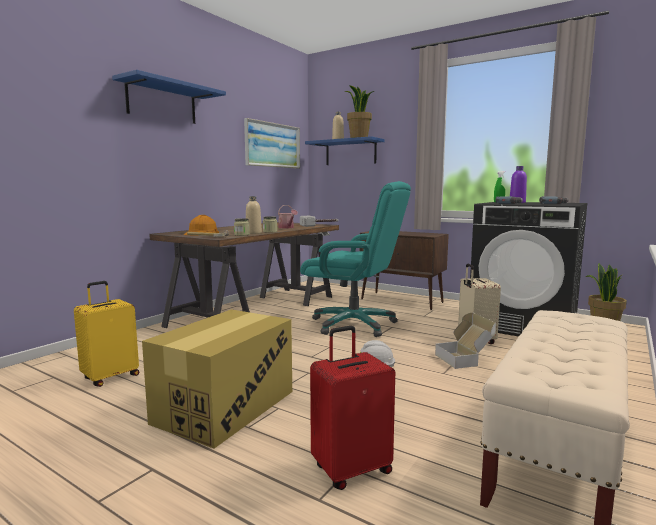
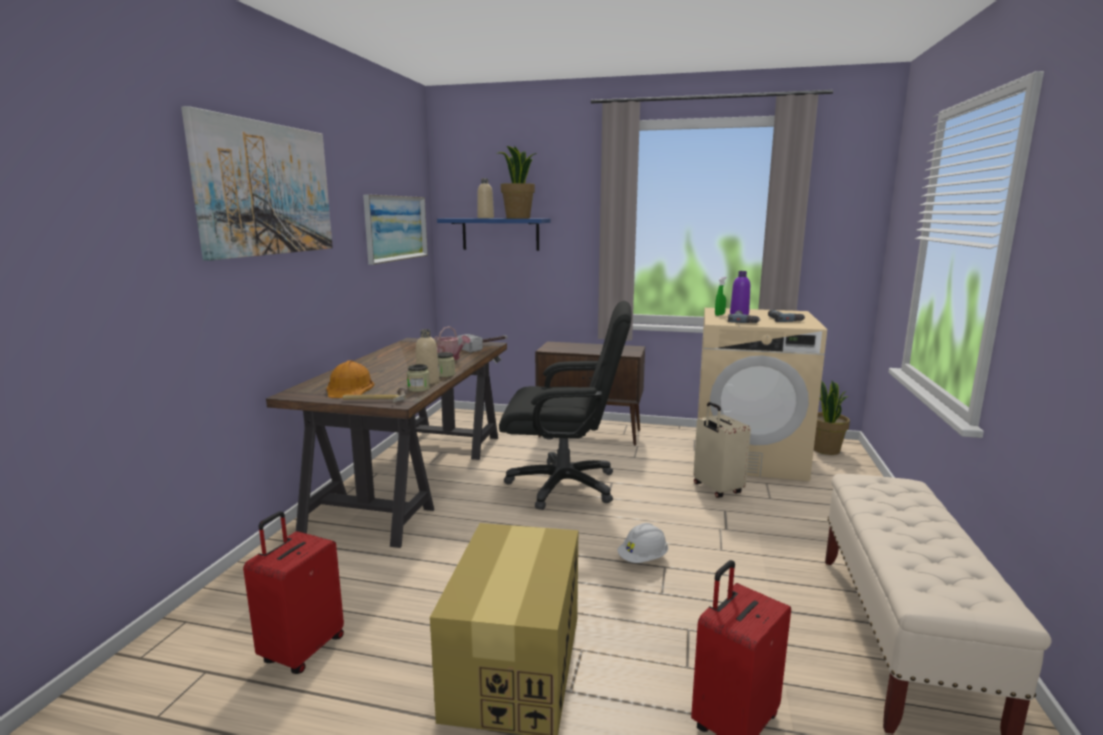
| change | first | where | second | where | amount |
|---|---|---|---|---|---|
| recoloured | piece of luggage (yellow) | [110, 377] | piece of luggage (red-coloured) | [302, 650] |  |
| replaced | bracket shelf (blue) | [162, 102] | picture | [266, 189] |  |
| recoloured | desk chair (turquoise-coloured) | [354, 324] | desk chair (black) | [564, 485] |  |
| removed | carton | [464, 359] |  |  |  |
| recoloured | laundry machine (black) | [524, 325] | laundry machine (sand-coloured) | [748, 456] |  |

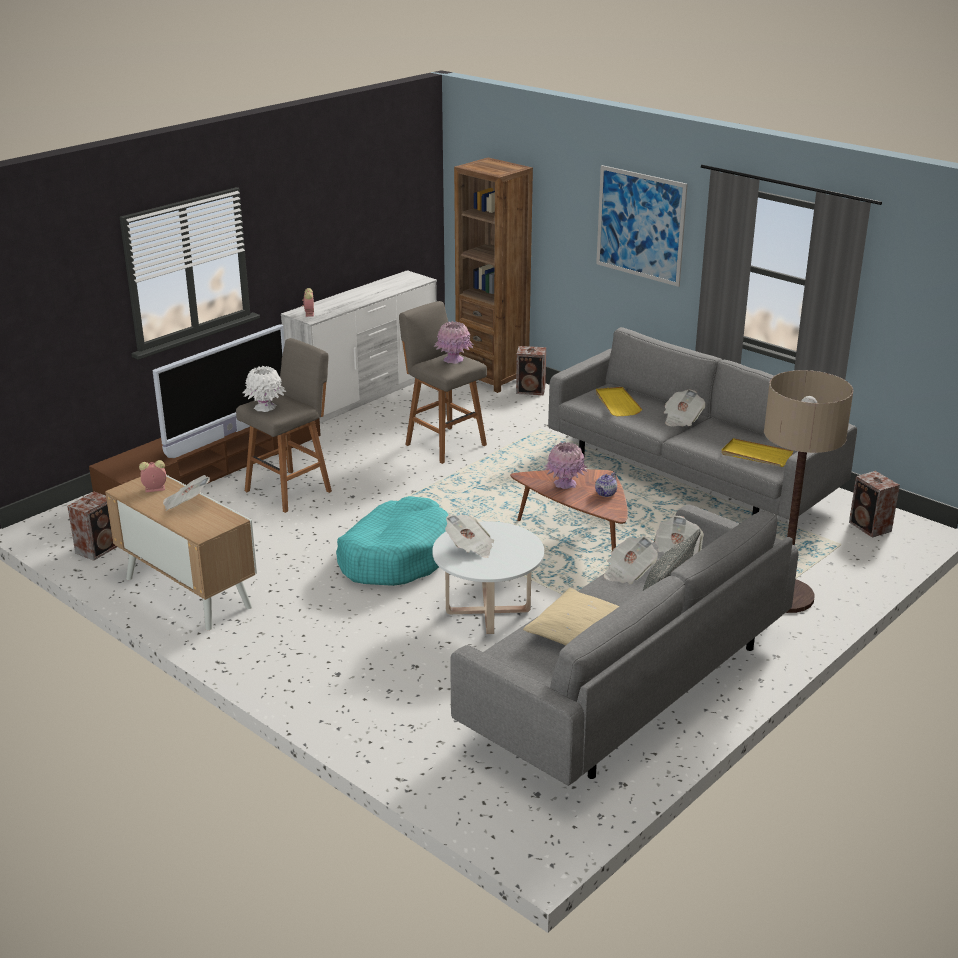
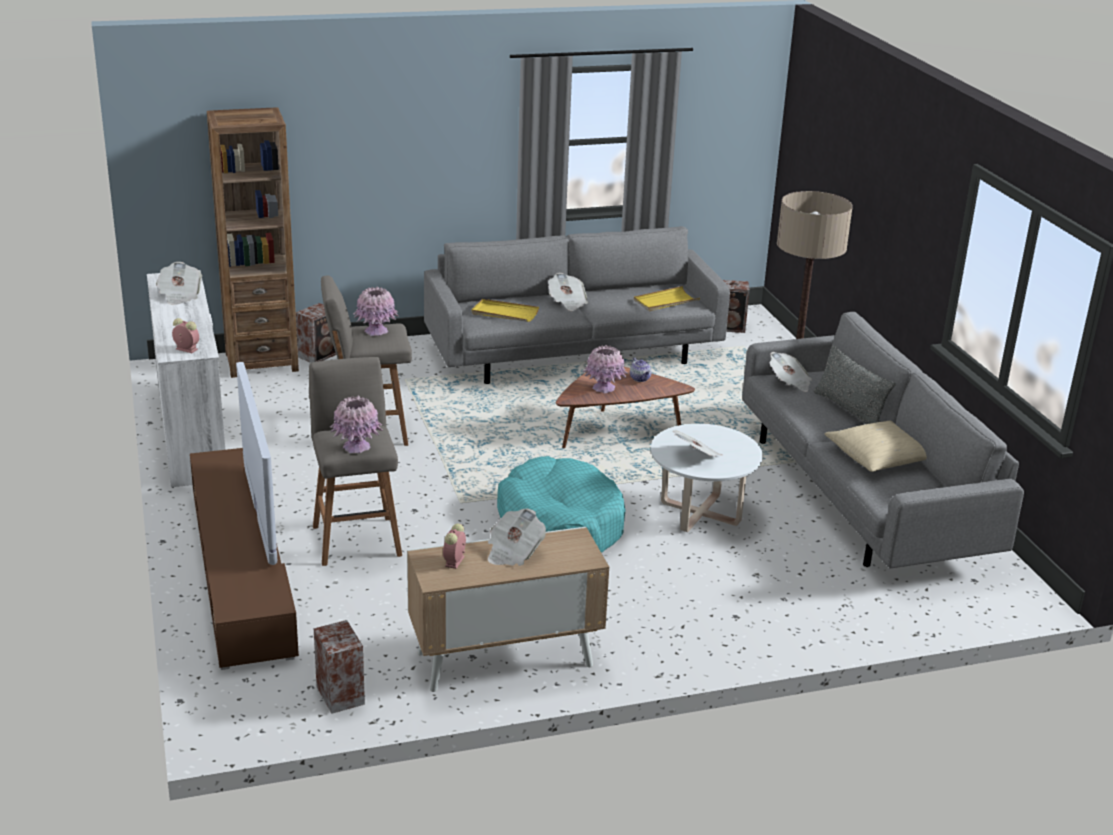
| change | first | where | second | where | amount |
|---|---|---|---|---|---|
| recoloured | decorative vase (white-coloured) | [265, 407] | decorative vase (pink-coloured) | [356, 446] |  |
| removed | picture | [640, 225] |  |  |  |
| moved | printed paper | [628, 572] |  | [180, 295] |  |

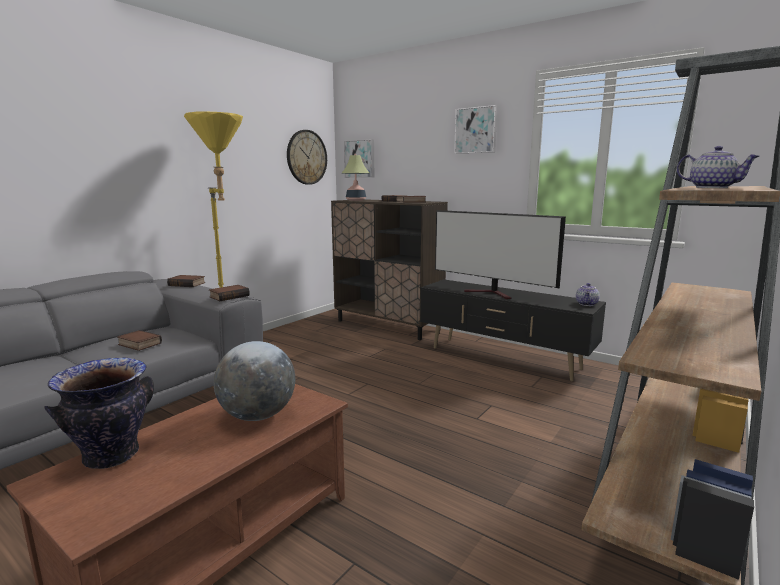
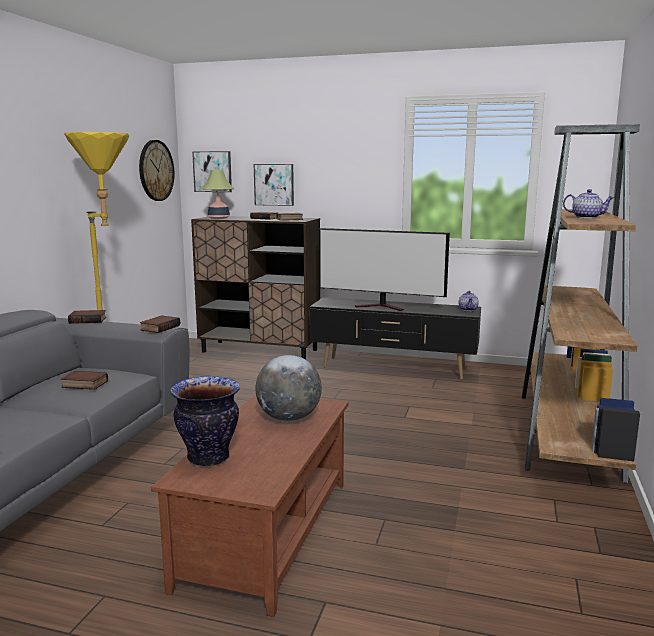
| change | first | where | second | where | amount |
|---|---|---|---|---|---|
| moved | picture | [476, 130] |  | [274, 184] |  |

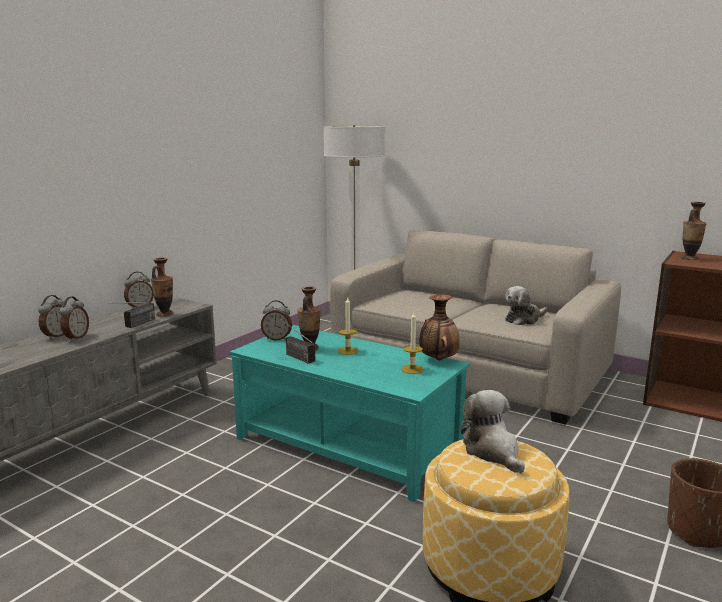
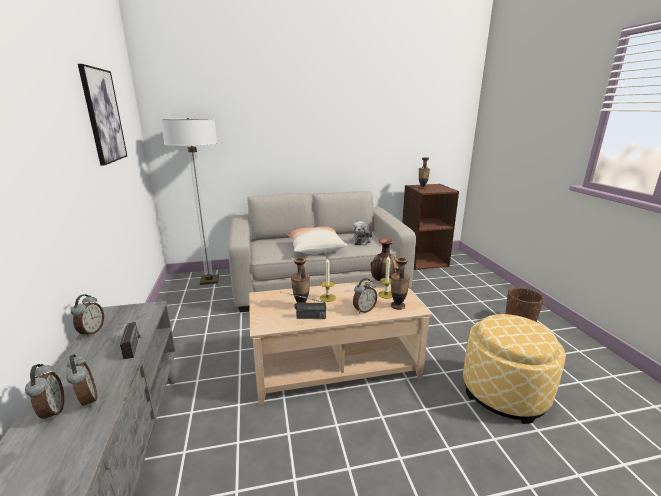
| change | first | where | second | where | amount |
|---|---|---|---|---|---|
| moved | decorative vase | [165, 314] |  | [398, 306] |  |
| recoloured | low table (turquoise-coloured) | [348, 444] | low table (sand-coloured) | [335, 363] |  |
| moved | alarm clock | [277, 339] |  | [364, 310] |  |
| removed | plush toy | [493, 451] |  |  |  |
| added |  |  | picture | [103, 116] |  |
| added |  |  | pillow | [315, 248] |  |

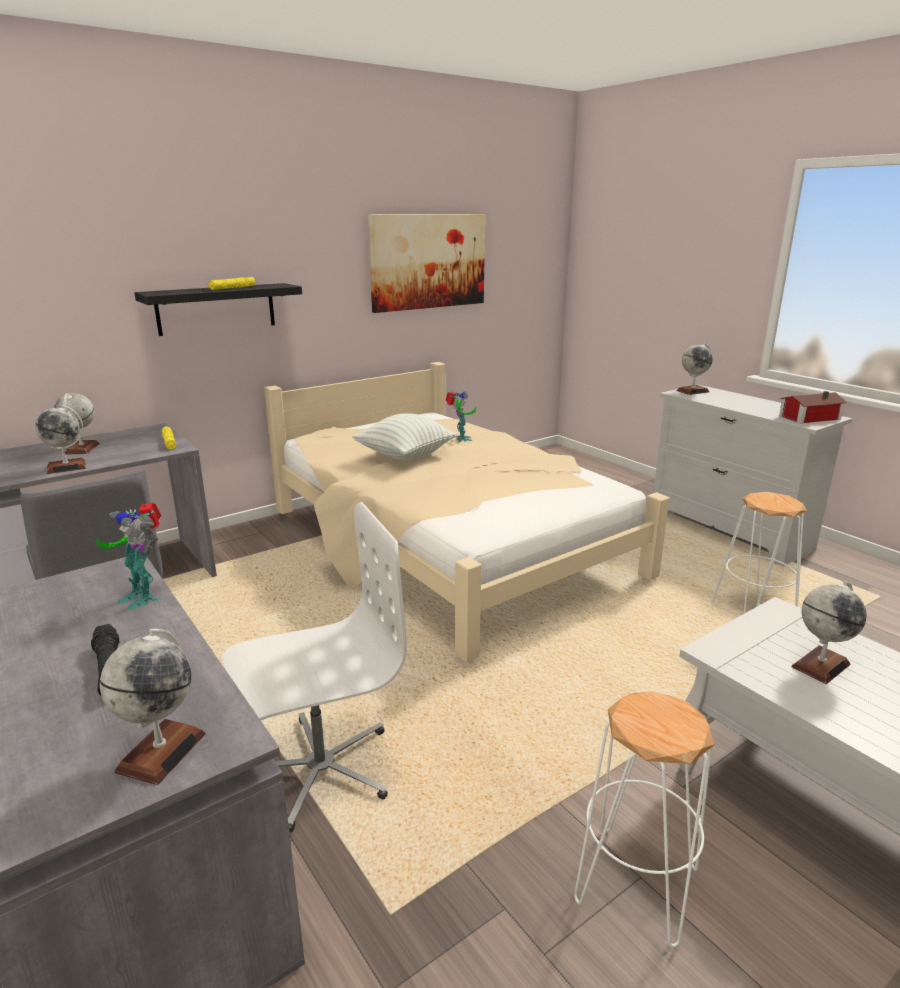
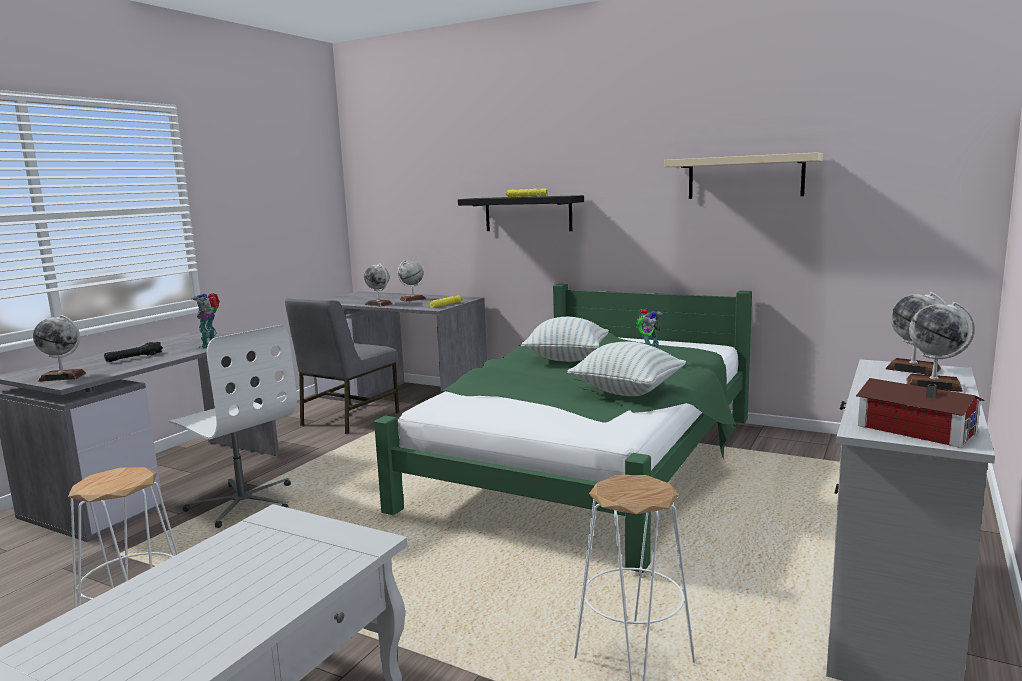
| change | first | where | second | where | amount |
|---|---|---|---|---|---|
| recoloured | bed (sand-coloured) | [448, 546] | bed (green) | [588, 465] |  |
| replaced | picture | [428, 261] | bracket shelf (sand-coloured) | [745, 177] |  |
| moved | desk globe | [820, 665] |  | [933, 385] |  |
| added |  |  | pillow | [627, 391] |  |

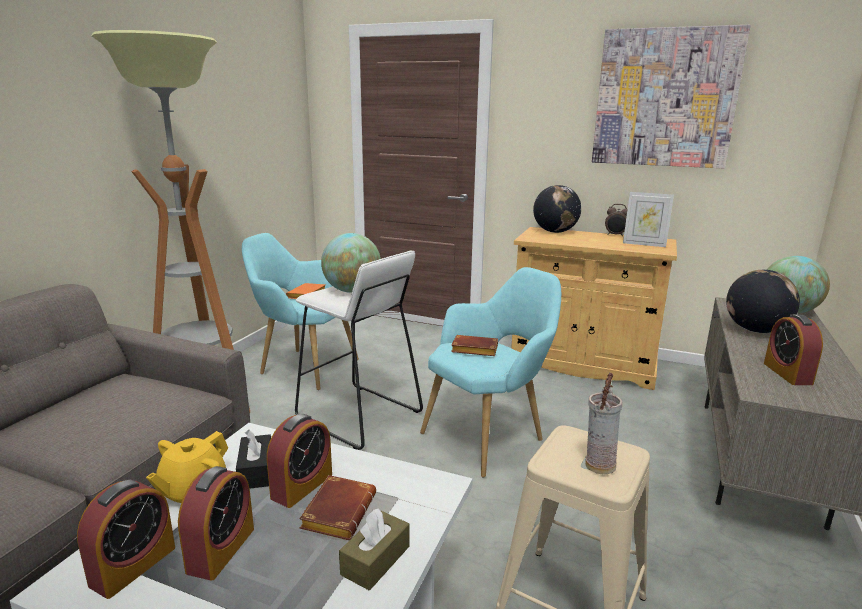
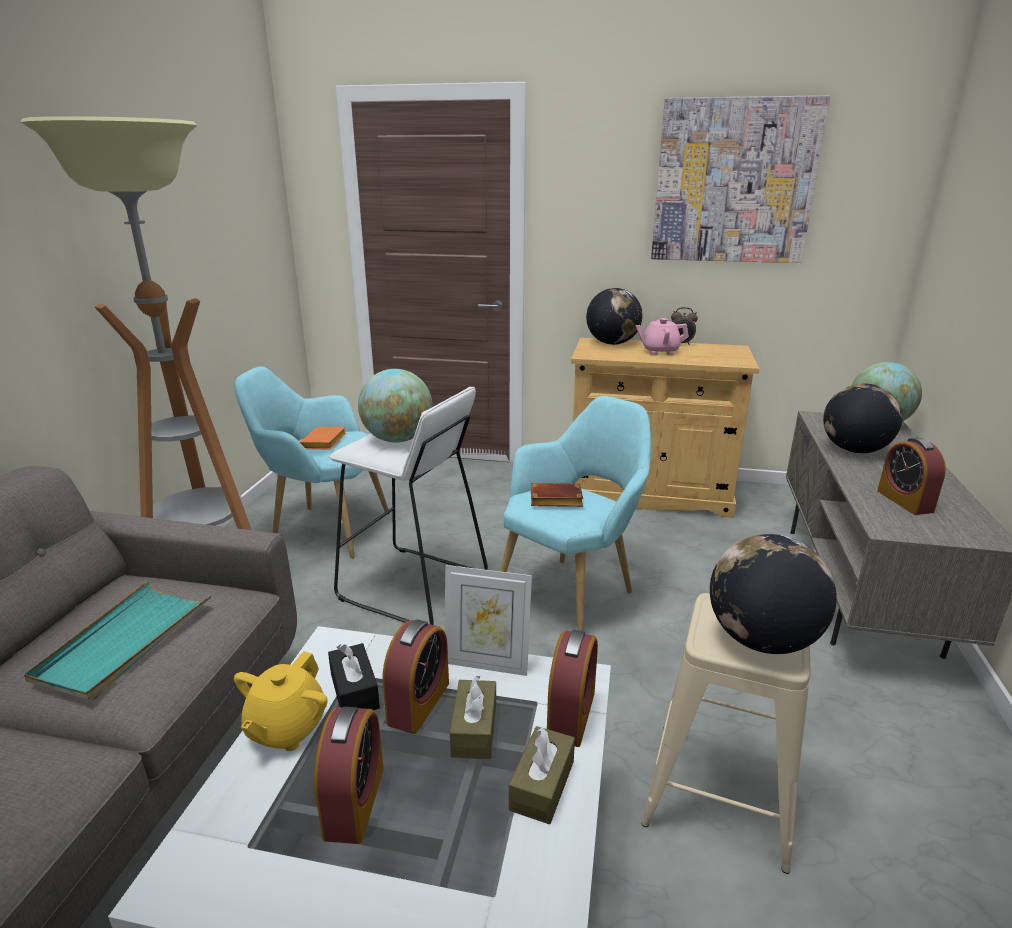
| change | first | where | second | where | amount |
|---|---|---|---|---|---|
| moved | alarm clock | [133, 566] |  | [571, 714] |  |
| replaced | bound book (brown-coloured) | [338, 511] | tissue holder (brown-coloured) | [474, 729] |  |
| replaced | decorative vase | [598, 465] | desk globe | [761, 640] |  |
| moved | standing frame | [644, 244] |  | [487, 663] |  |
| added |  |  | tray (turquoise-coloured) | [125, 642] |  |
| added |  |  | tea pot (pink-coloured) | [660, 351] |  |

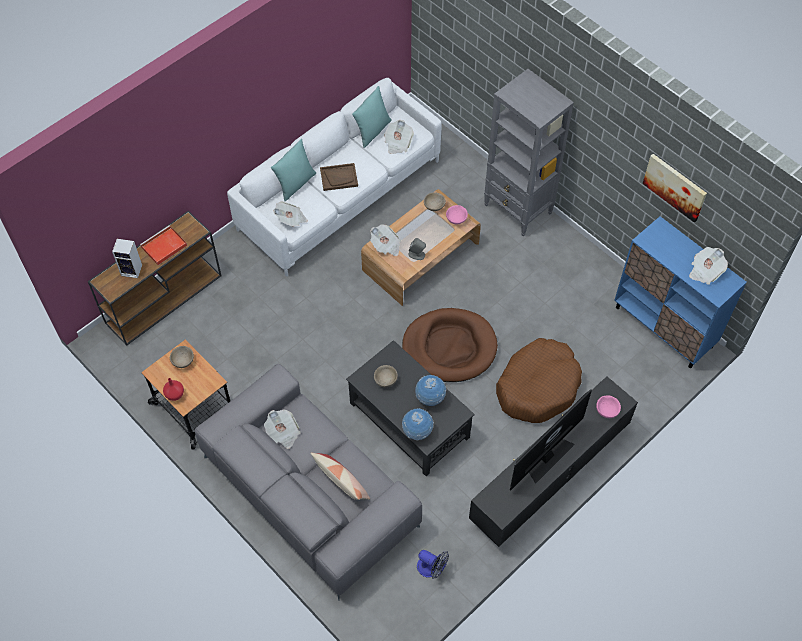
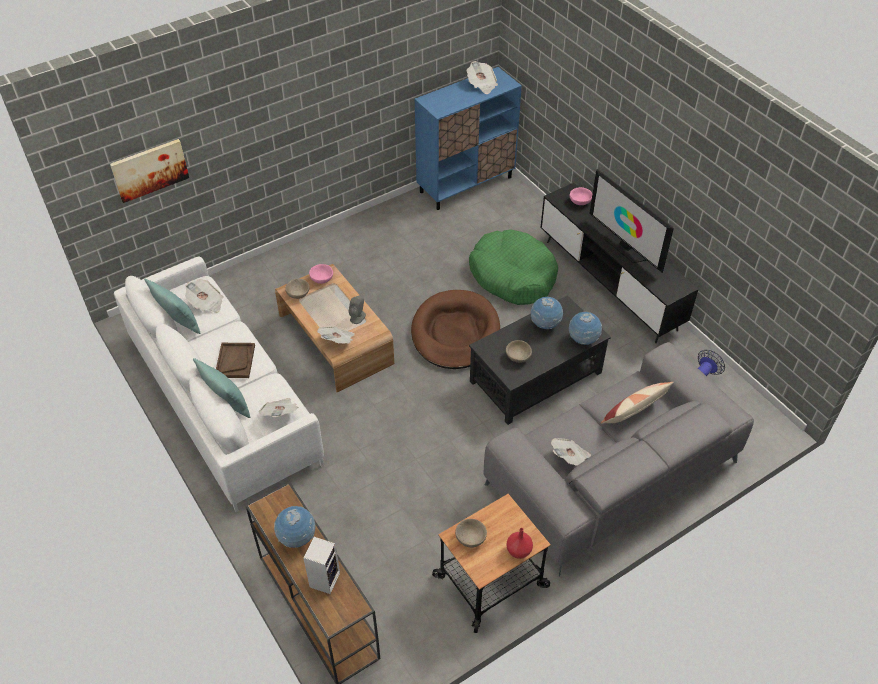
| change | first | where | second | where | amount |
|---|---|---|---|---|---|
| replaced | tray (red-coloured) | [163, 247] | desk globe | [297, 538] |  |
| removed | bookshelf (greyish) | [518, 209] |  |  |  |
| recoloured | dog bed (brown-coloured) | [537, 386] | dog bed (green) | [513, 275] |  |
| moved | picture | [675, 187] |  | [149, 169] |  |

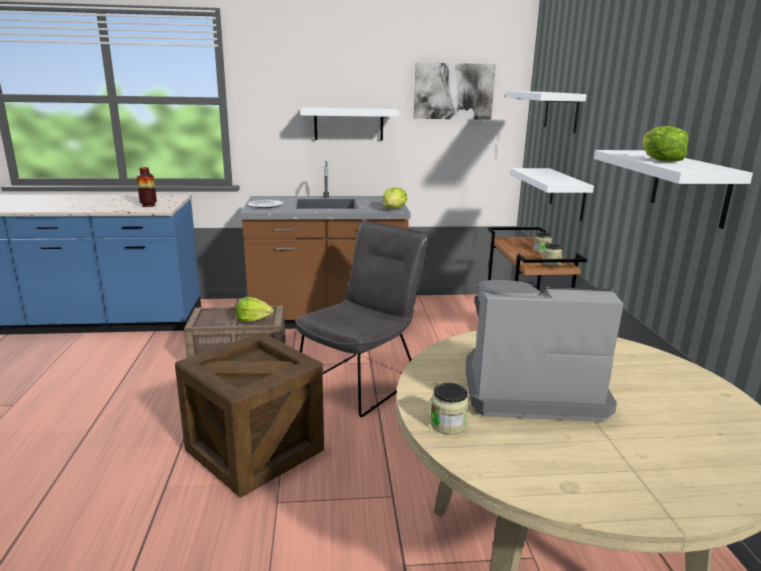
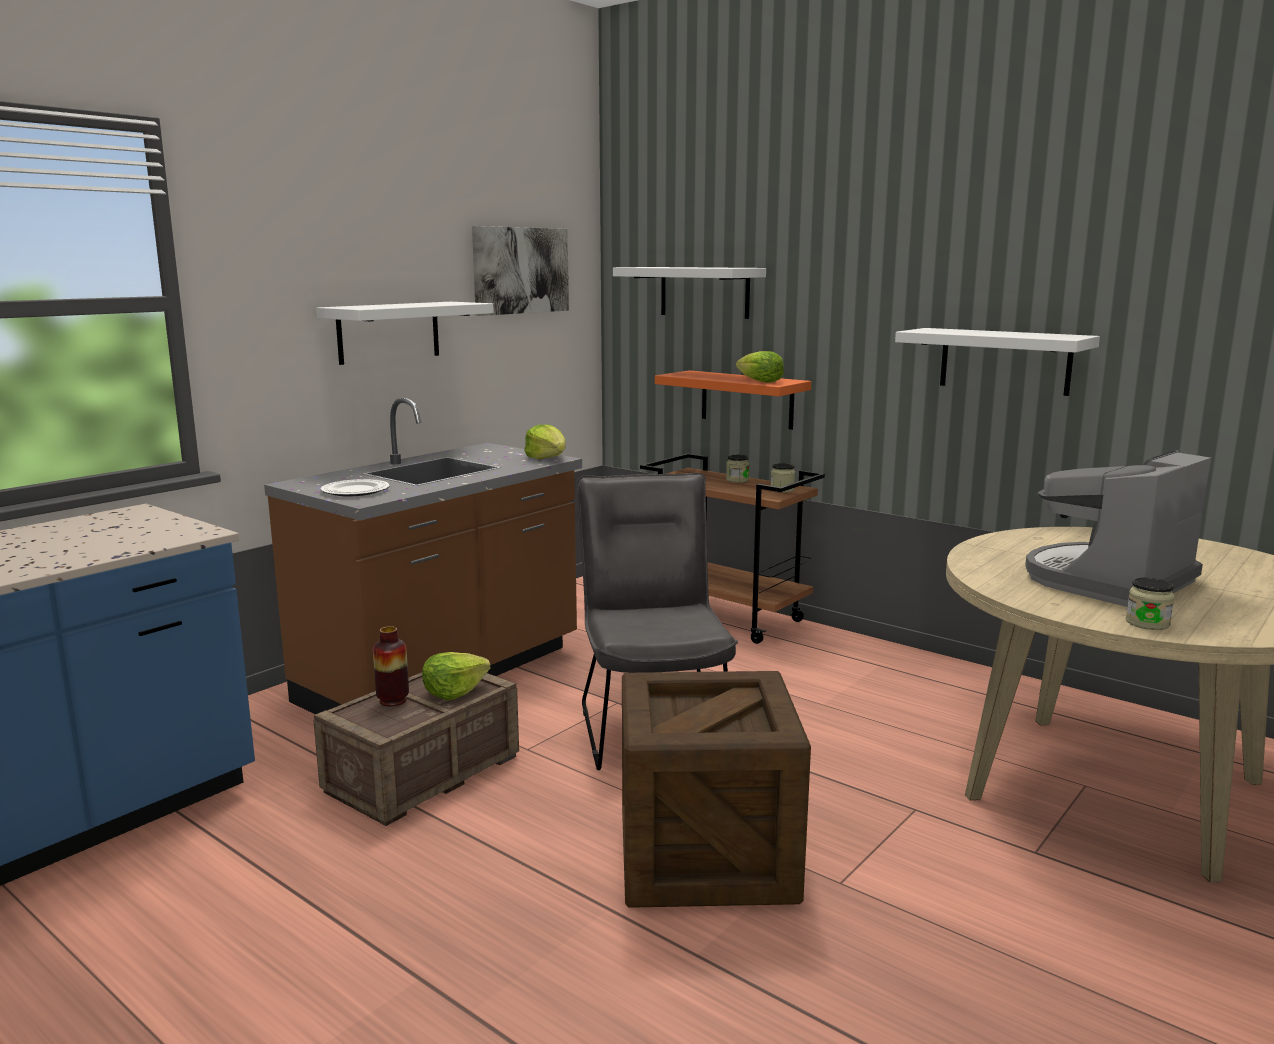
| change | first | where | second | where | amount |
|---|---|---|---|---|---|
| moved | decorative vase | [148, 205] |  | [393, 700] |  |
| recoloured | bracket shelf (white-coloured) | [567, 194] | bracket shelf (orange-coloured) | [747, 399] |  |
| moved | lettuce | [659, 160] |  | [760, 381] |  |

